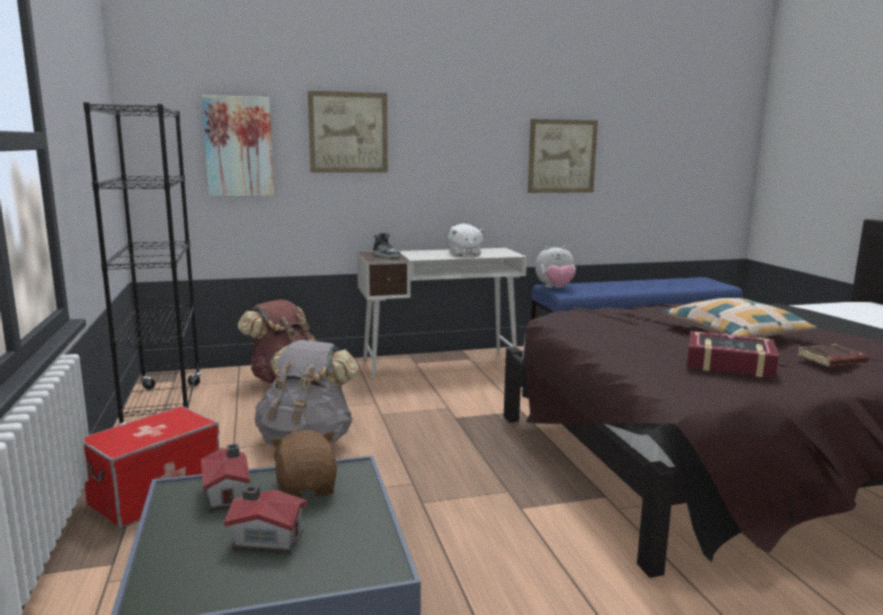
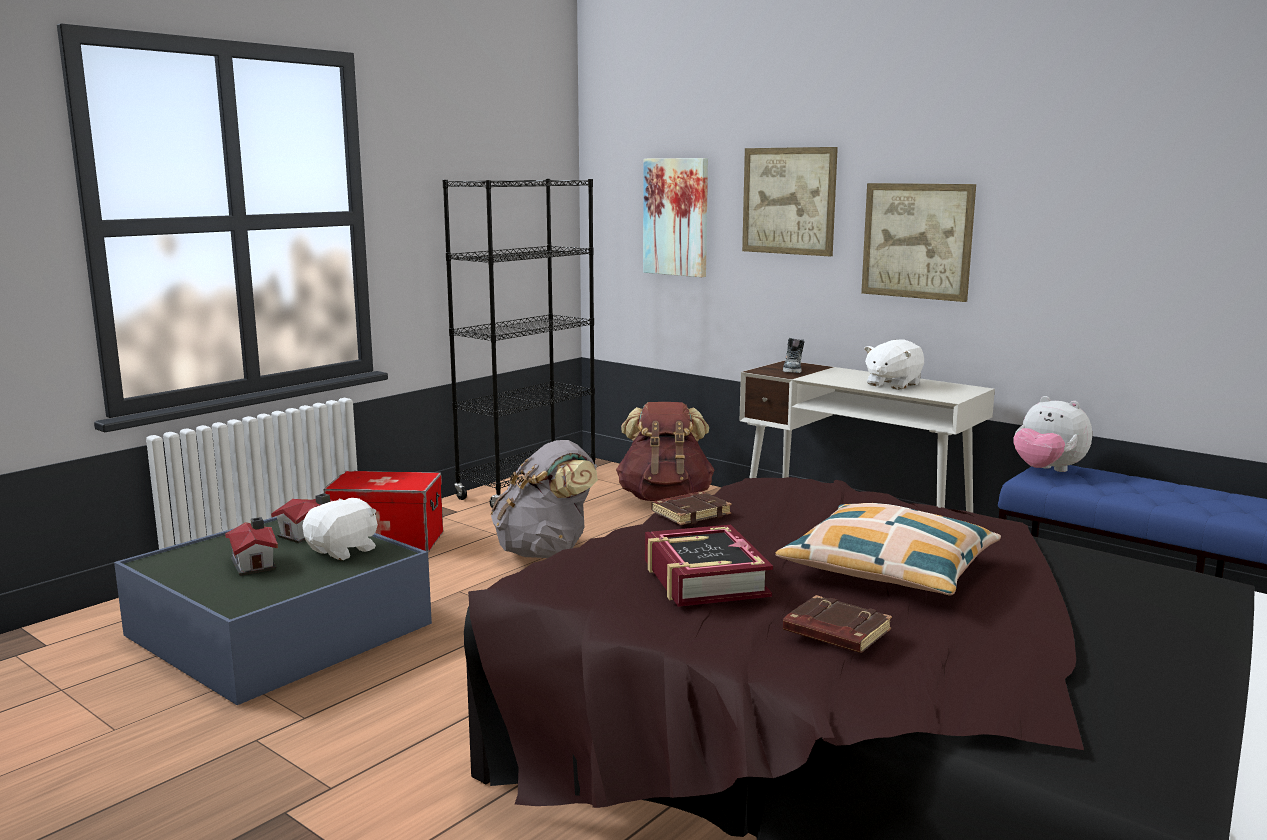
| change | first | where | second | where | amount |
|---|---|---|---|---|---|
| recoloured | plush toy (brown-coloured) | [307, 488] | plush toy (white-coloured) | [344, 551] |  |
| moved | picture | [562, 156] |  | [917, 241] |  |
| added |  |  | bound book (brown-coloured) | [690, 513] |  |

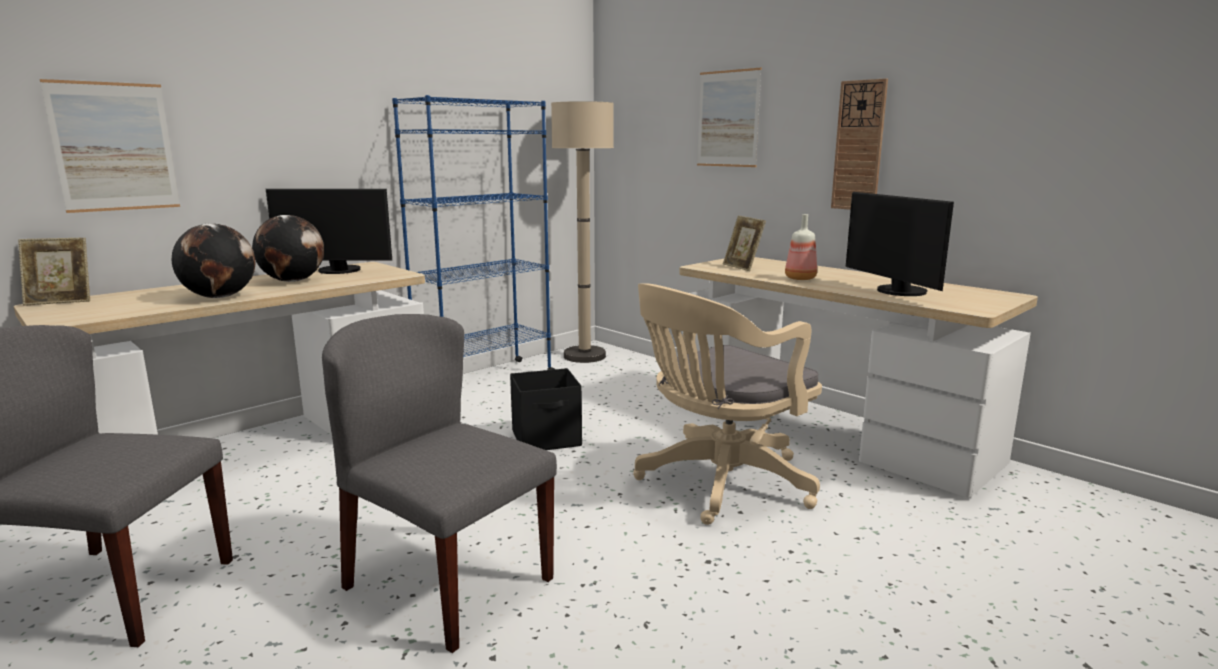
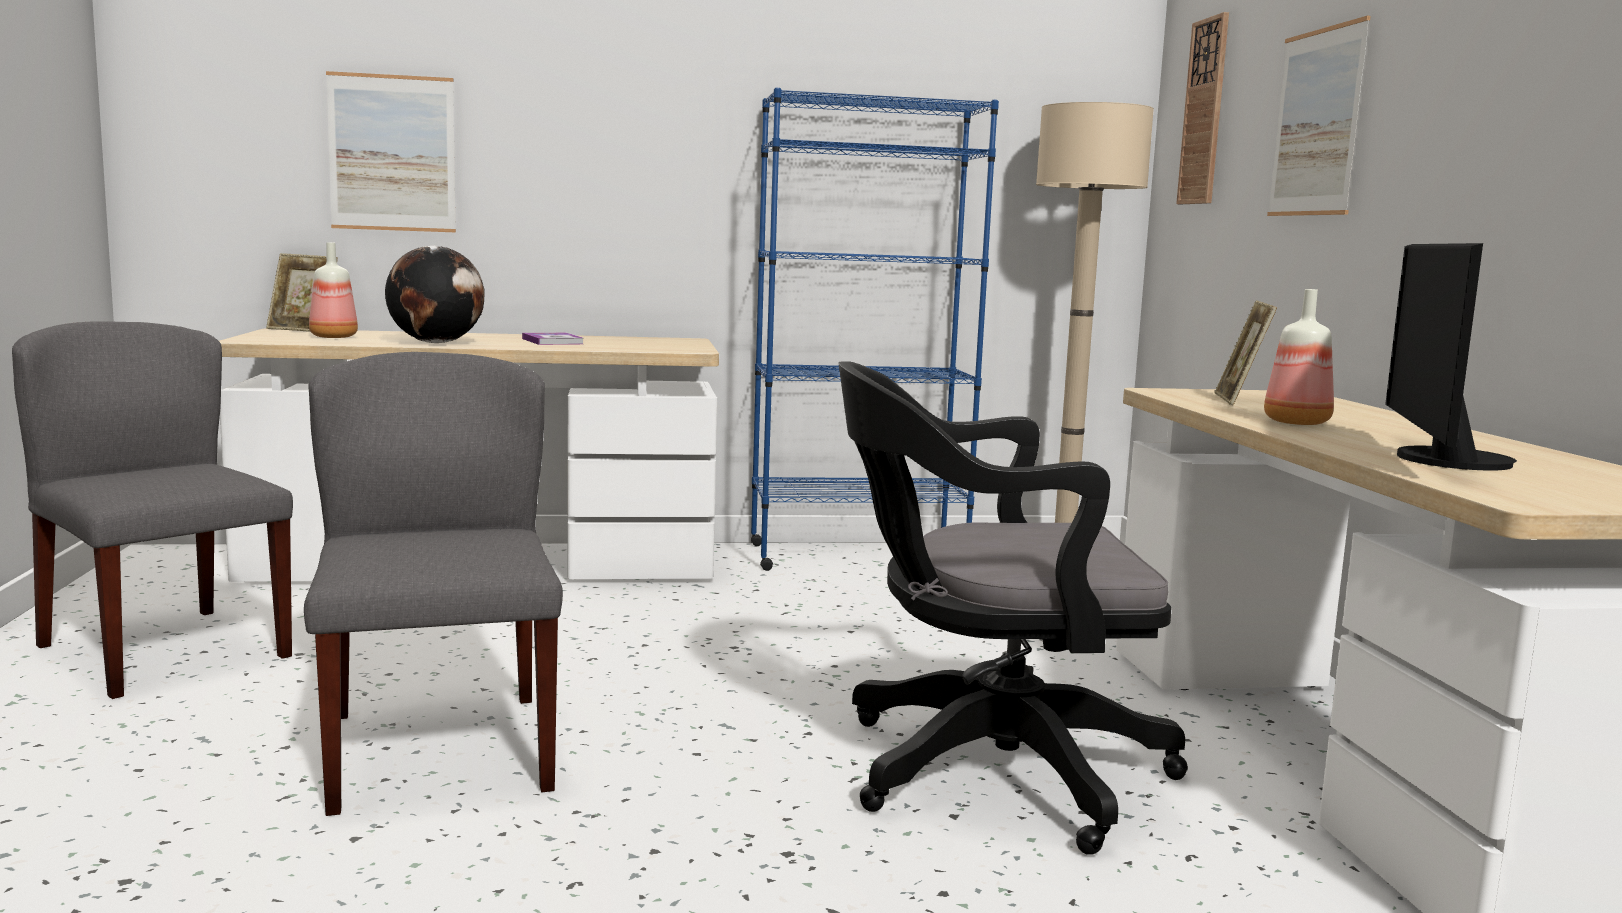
| change | first | where | second | where | amount |
|---|---|---|---|---|---|
| replaced | desk globe | [293, 281] | bound book | [552, 341] |  |
| removed | monitor | [338, 271] |  |  |  |
| removed | storage container (black) | [547, 438] |  |  |  |
| recoloured | desk chair (sand-coloured) | [719, 484] | desk chair (black) | [985, 770] |  |
| moved | wall clock | [859, 146] |  | [1204, 112] |  |
| added |  |  | bottle | [334, 337] |  |

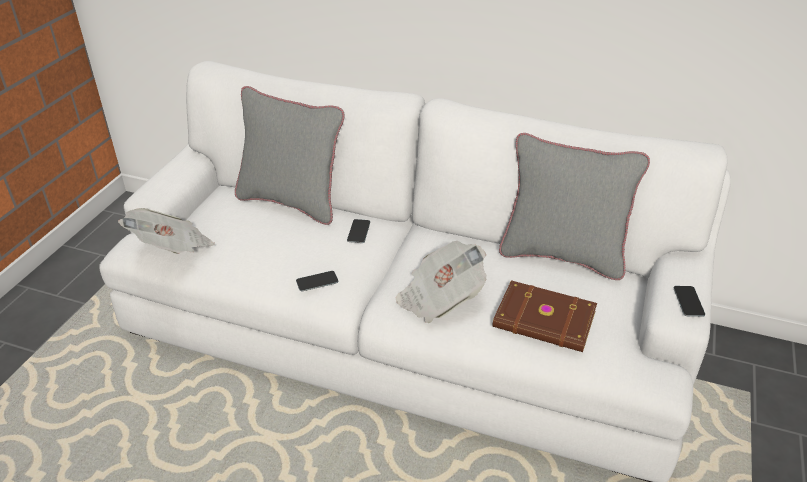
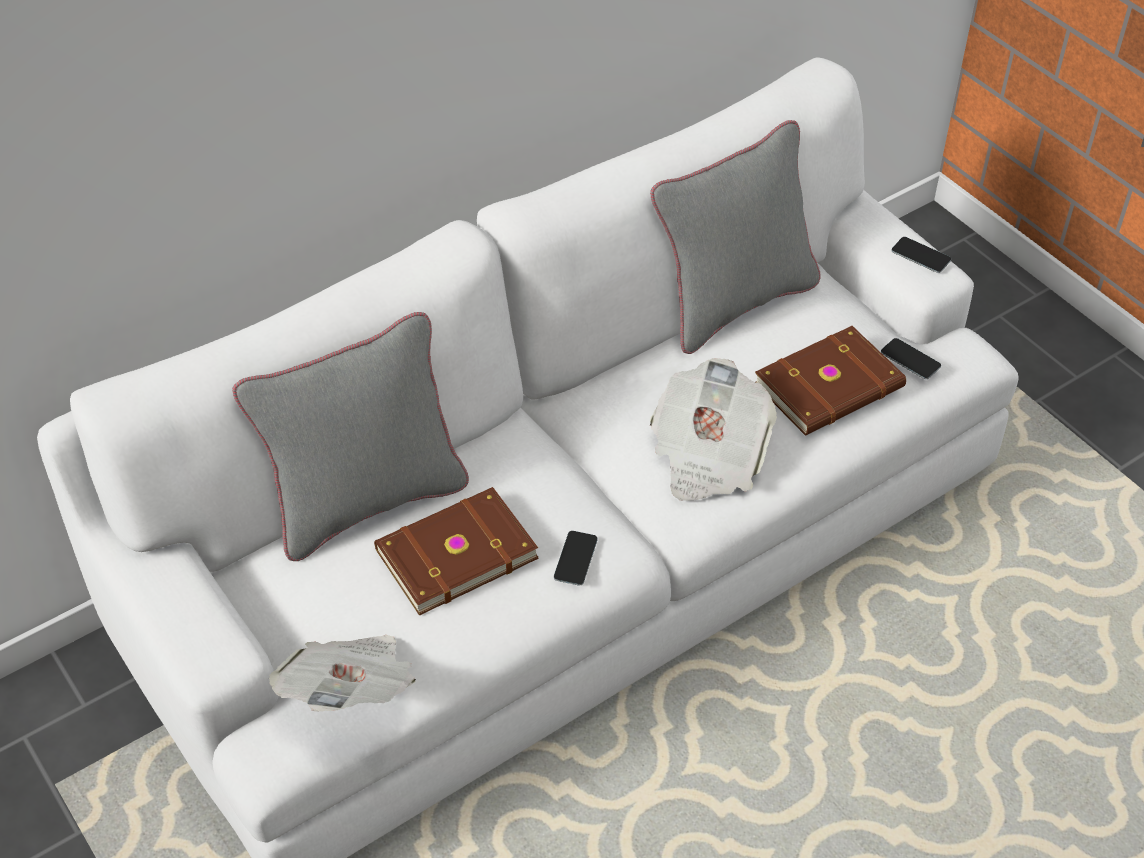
| change | first | where | second | where | amount |
|---|---|---|---|---|---|
| moved | handset | [358, 231] |  | [910, 359] |  |
| added |  |  | bound book (brown-coloured) | [454, 553] |  |

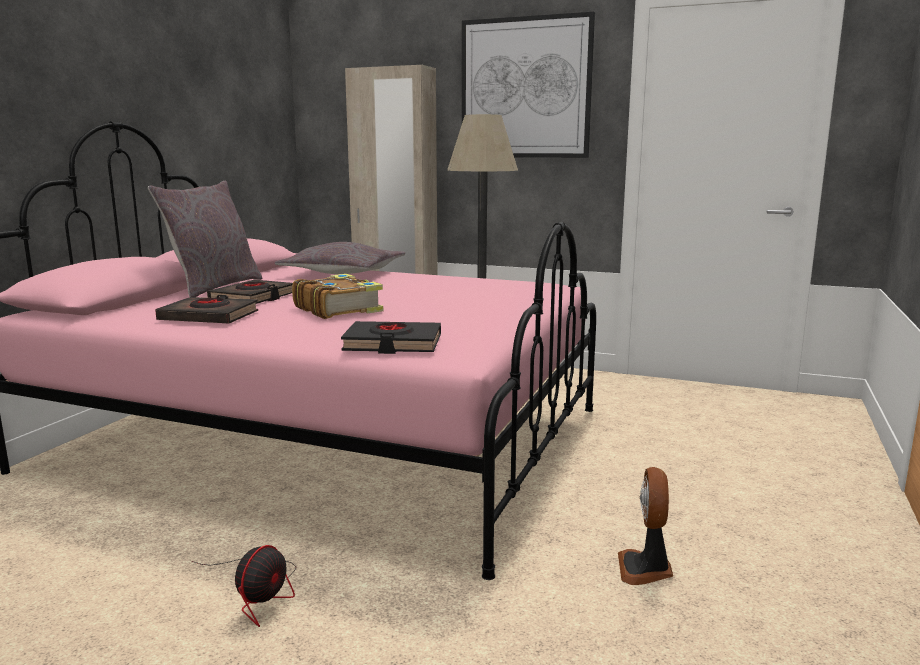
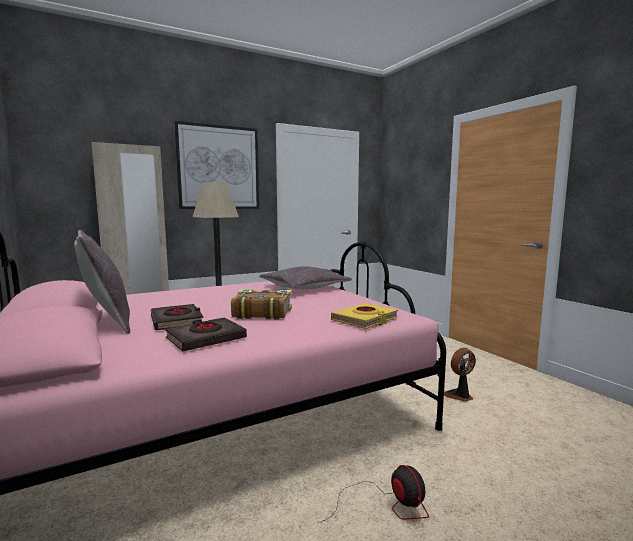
| change | first | where | second | where | amount |
|---|---|---|---|---|---|
| moved | pillow (greyish) | [343, 273] |  | [304, 288] |  |
| recoloured | bound book (black) | [392, 344] | bound book (yellow) | [365, 320] |  |
| turned | electric fan | [645, 569] |  | [459, 396] | 105 degrees clockwise |

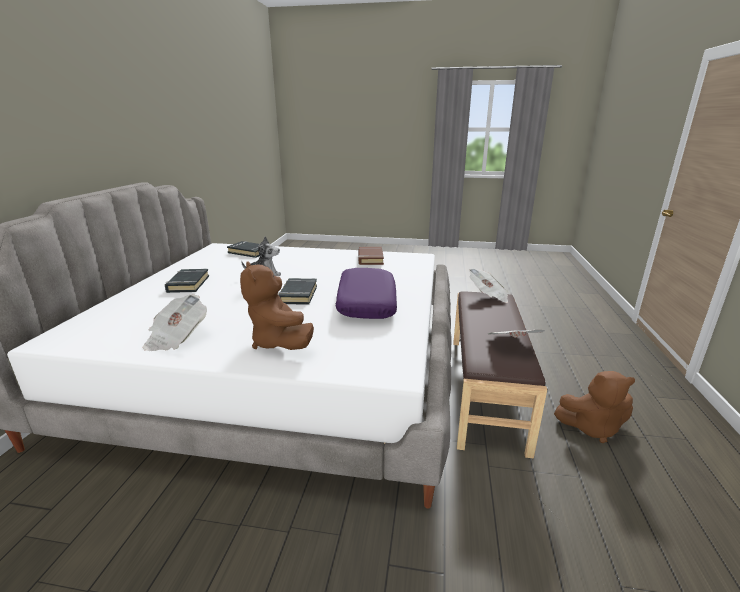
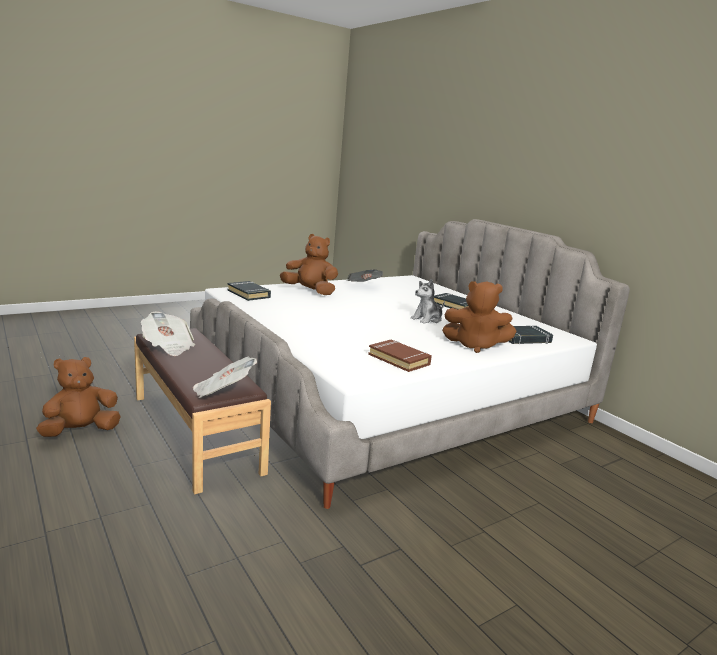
| change | first | where | second | where | amount |
|---|---|---|---|---|---|
| moved | bound book (black) | [298, 295] |  | [249, 294] |  |
| removed | pillow (purple-coloured) | [366, 302] |  |  |  |
| added |  |  | plush toy (brown-coloured) | [475, 346] |  |

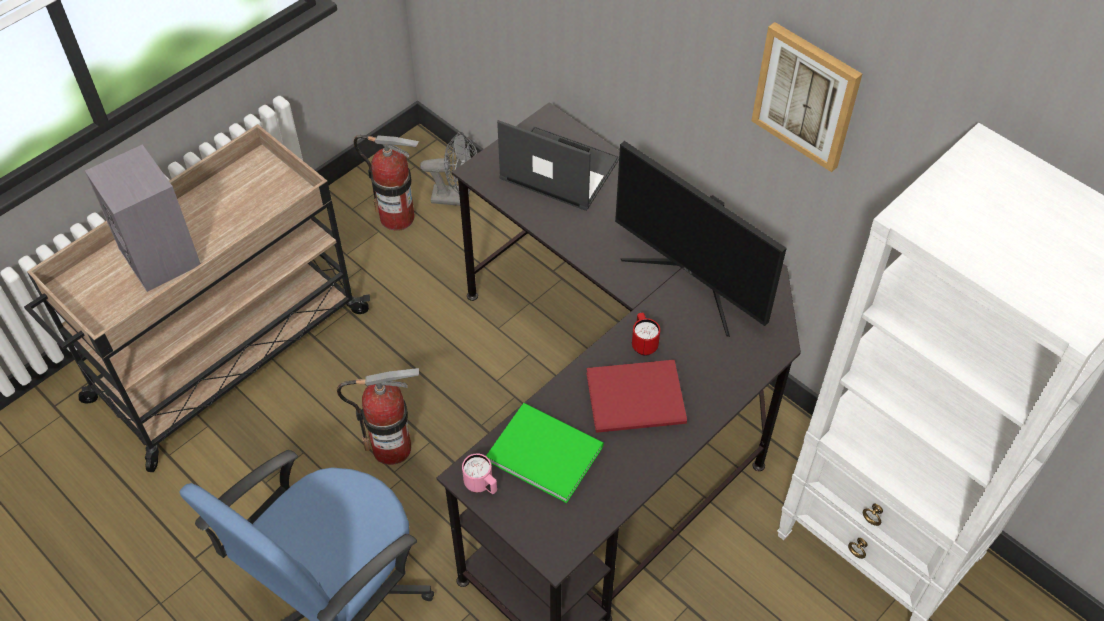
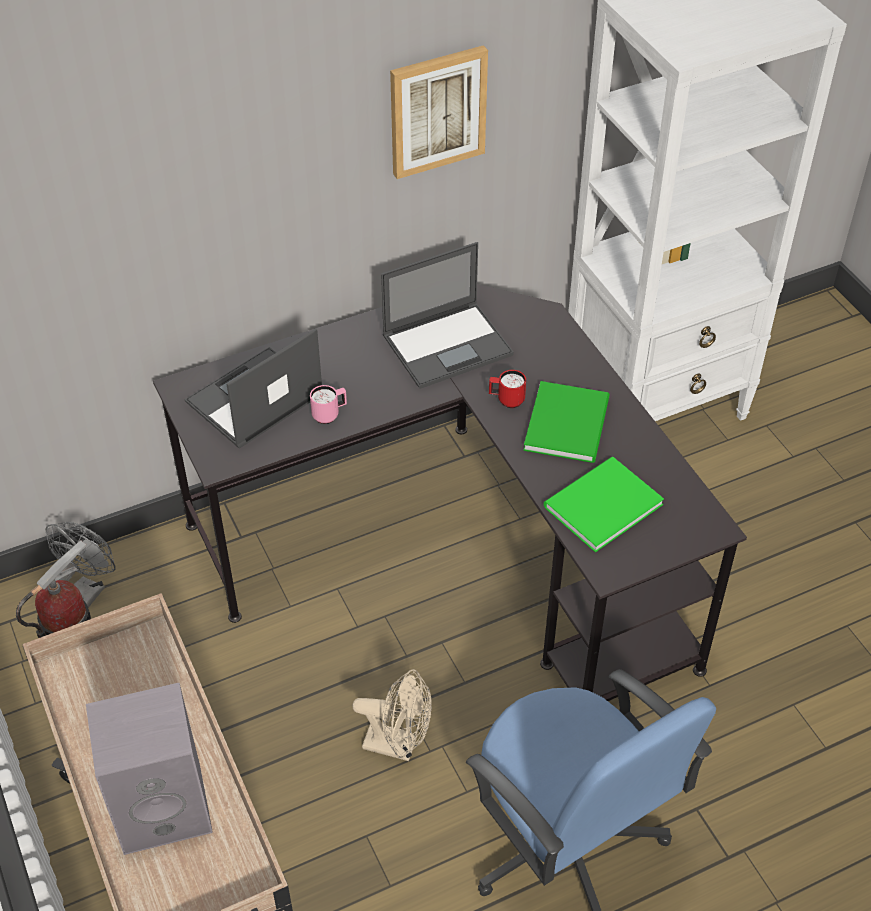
| change | first | where | second | where | amount |
|---|---|---|---|---|---|
| replaced | fire-fighting cylinder | [392, 447] | electric fan (sand-coloured) | [398, 745] |  |
| moved | tea mug (pink-coloured) | [481, 485] |  | [329, 415] |  |
| recoloured | bound book (red-coloured) | [639, 400] | bound book (green) | [569, 422] |  |
| replaced | monitor | [693, 279] | portable computer | [448, 344] |  |

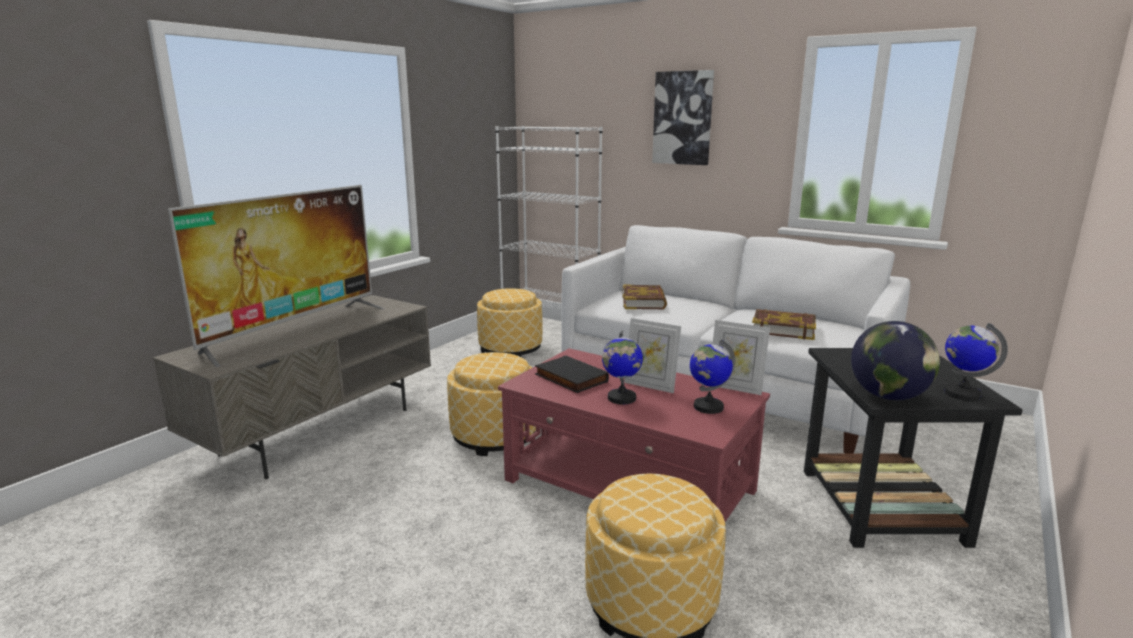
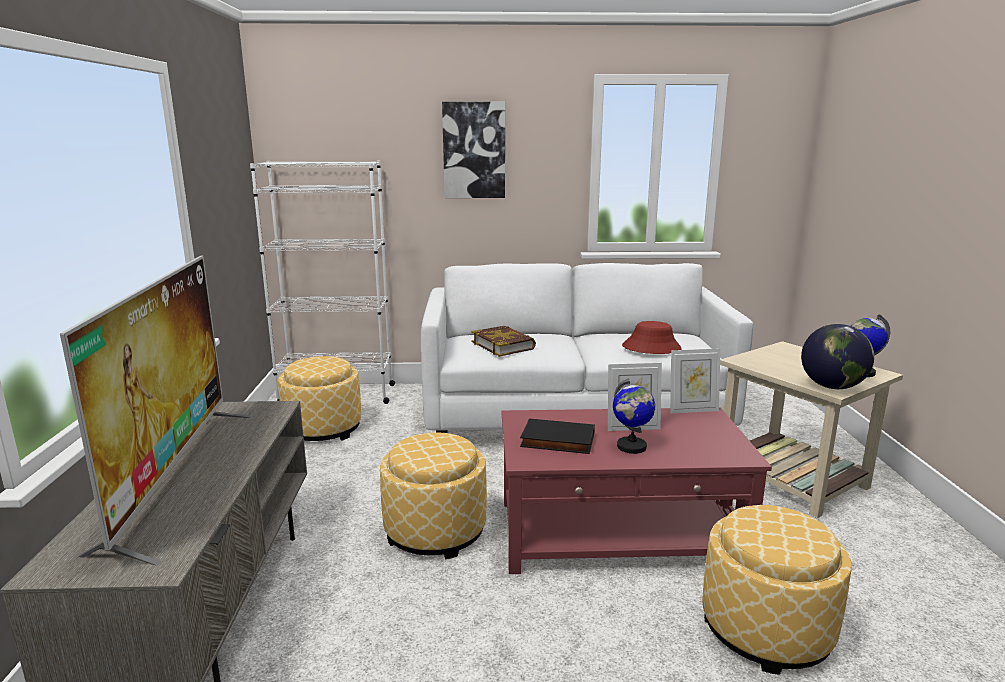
| change | first | where | second | where | amount |
|---|---|---|---|---|---|
| removed | desk globe | [708, 407] |  |  |  |
| replaced | bound book | [783, 329] | wearable hat (red-coloured) | [651, 347] |  |
| recoloured | accent table (black) | [882, 507] | accent table (sand-coloured) | [793, 479] |  |

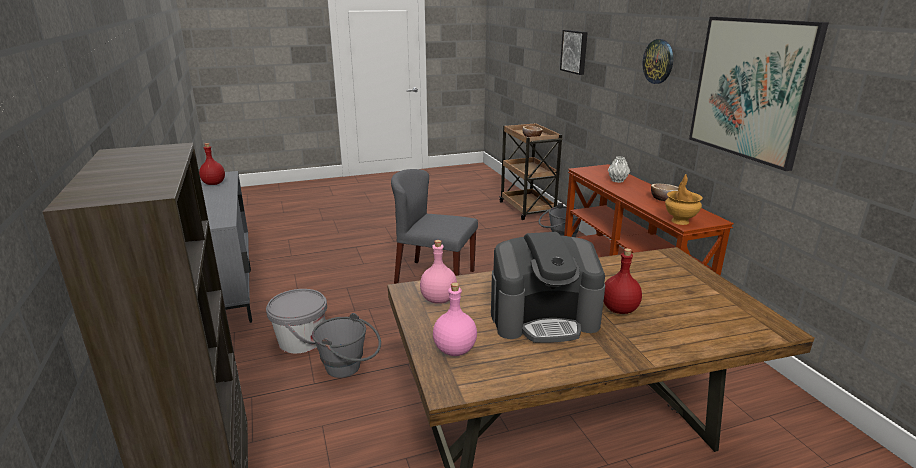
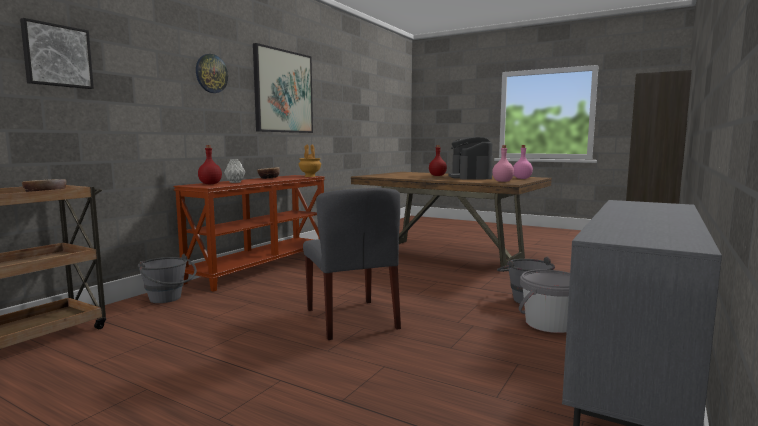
| change | first | where | second | where | amount |
|---|---|---|---|---|---|
| moved | bottle (red-coloured) | [214, 183] |  | [210, 184] |  |
| turned | coffee maker | [544, 318] |  | [470, 177] | 135 degrees counterclockwise |

